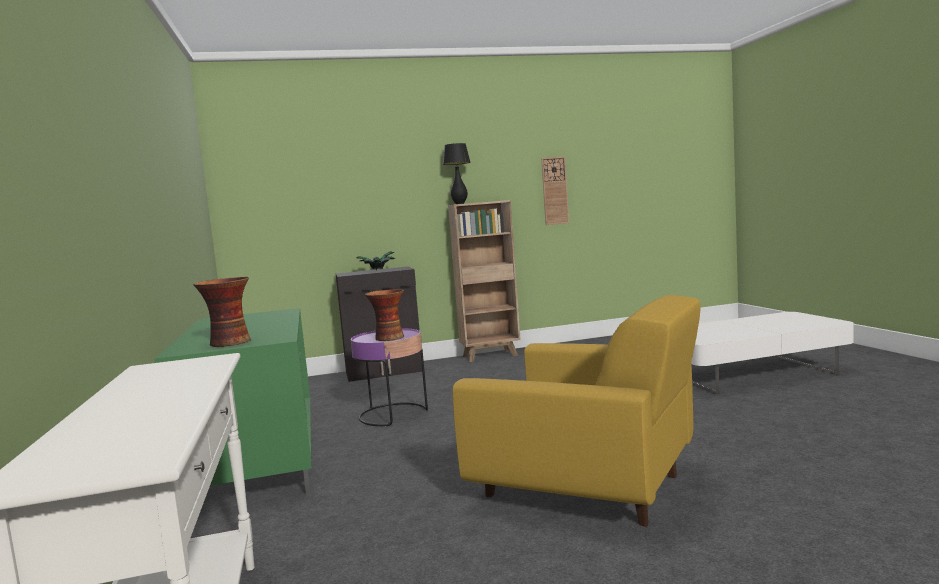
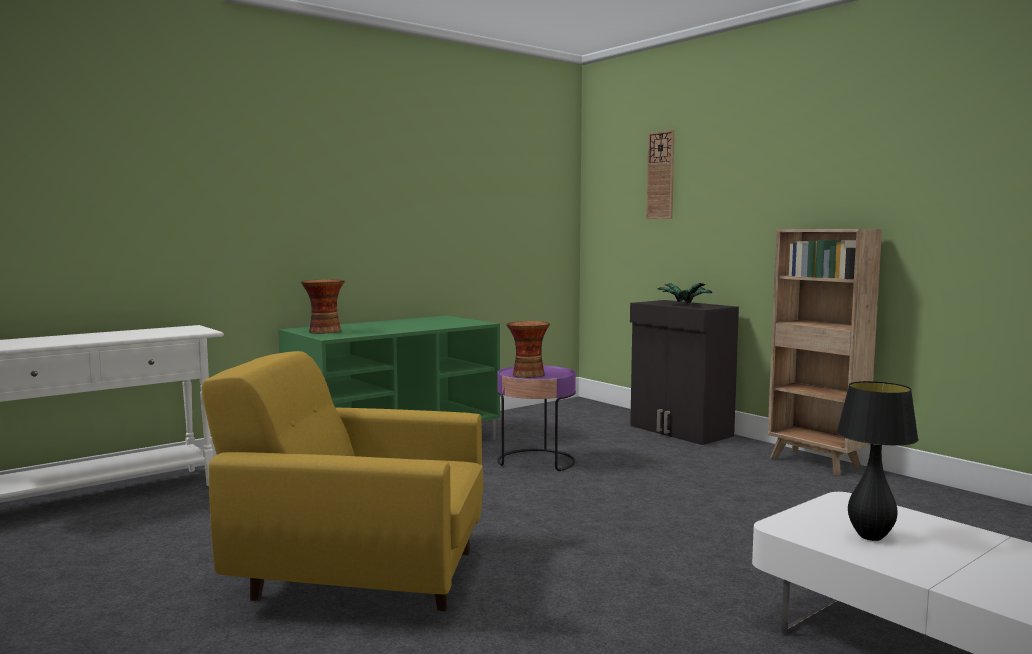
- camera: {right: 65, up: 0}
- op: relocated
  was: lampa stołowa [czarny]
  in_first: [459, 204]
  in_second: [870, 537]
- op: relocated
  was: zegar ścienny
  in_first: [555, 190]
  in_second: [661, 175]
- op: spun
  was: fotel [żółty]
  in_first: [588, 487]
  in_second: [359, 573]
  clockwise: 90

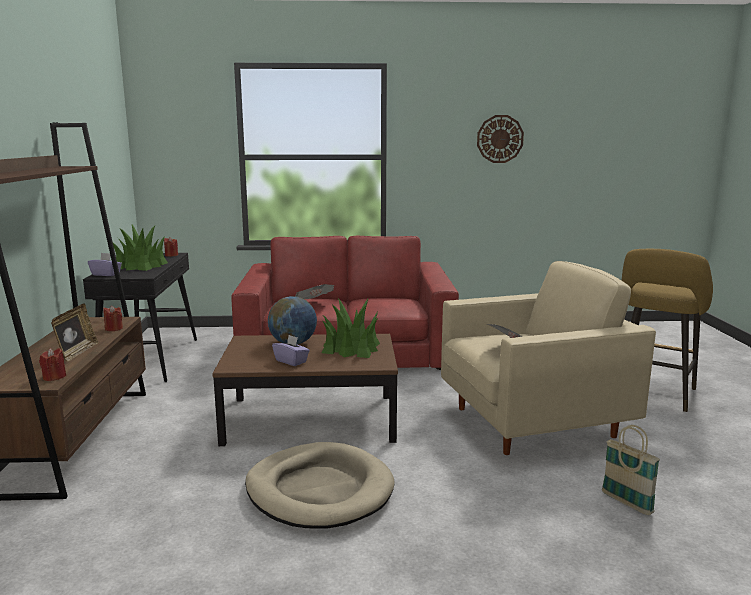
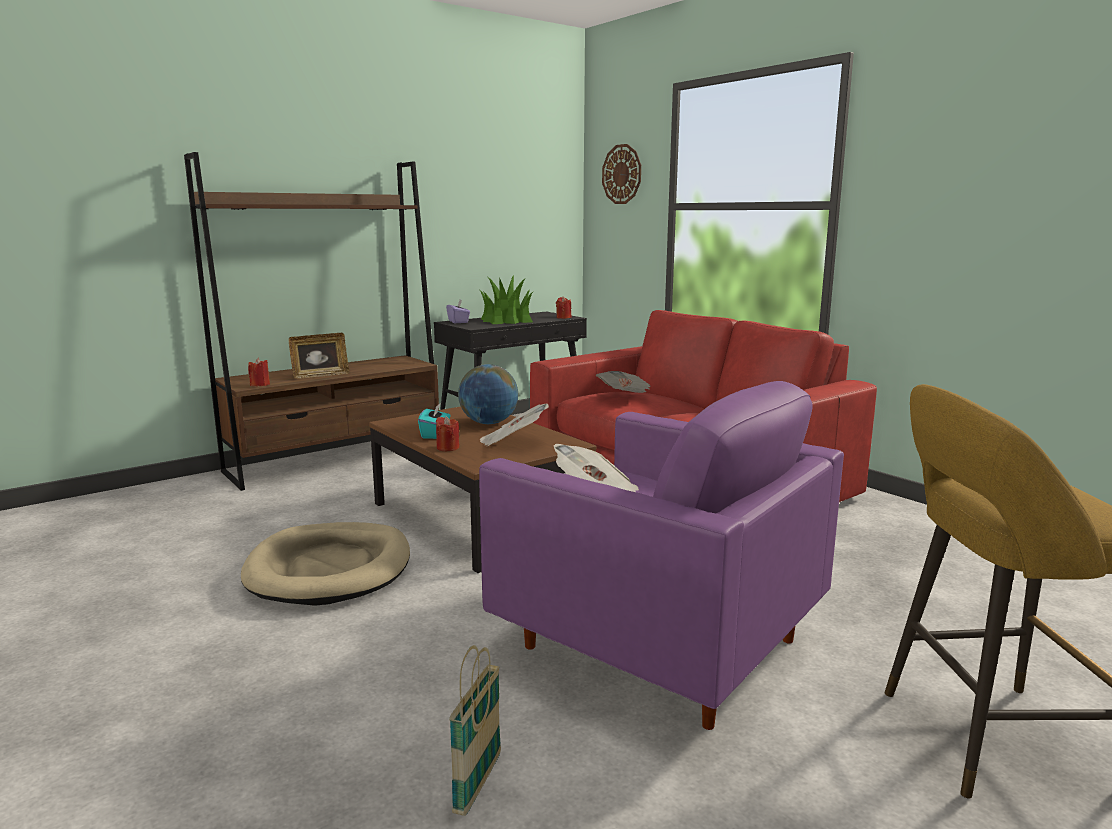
- camera: {right: 55, up: 0}
- op: relocated
  was: zegar ścienny
  in_first: [500, 139]
  in_second: [622, 174]
- op: colour
  was: fotel [beżowy]
  now: fotel [fioletowy]
  in_first: [532, 423]
  in_second: [656, 643]
- op: exchanged
  was: roślina doniczkowa
  now: gazeta
  in_first: [351, 348]
  in_second: [512, 443]
- op: relocated
  was: świeca [czerwony]
  in_first: [114, 328]
  in_second: [447, 448]
- op: colour
  was: pudełko chusteczek [fioletowy]
  now: pudełko chusteczek [turkusowy]
  in_first: [291, 361]
  in_second: [435, 434]

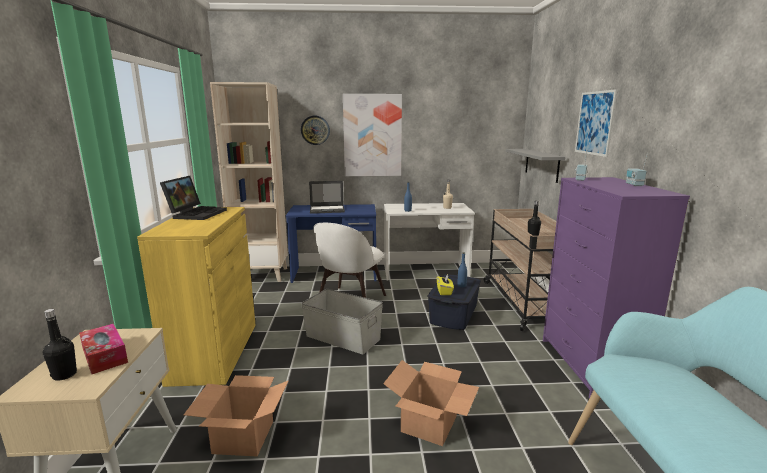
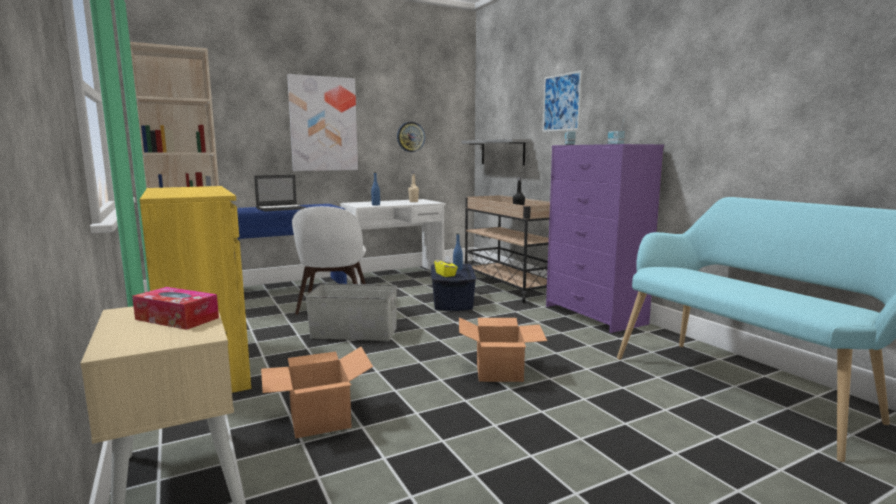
- camera: {right: -25, up: -5}
- op: relocated
  was: zegar ścienny
  in_first: [315, 130]
  in_second: [410, 137]
- op: missing
  was: laptop
  in_first: [196, 214]
- op: missing
  was: butelka [czarny]
  in_first: [64, 375]

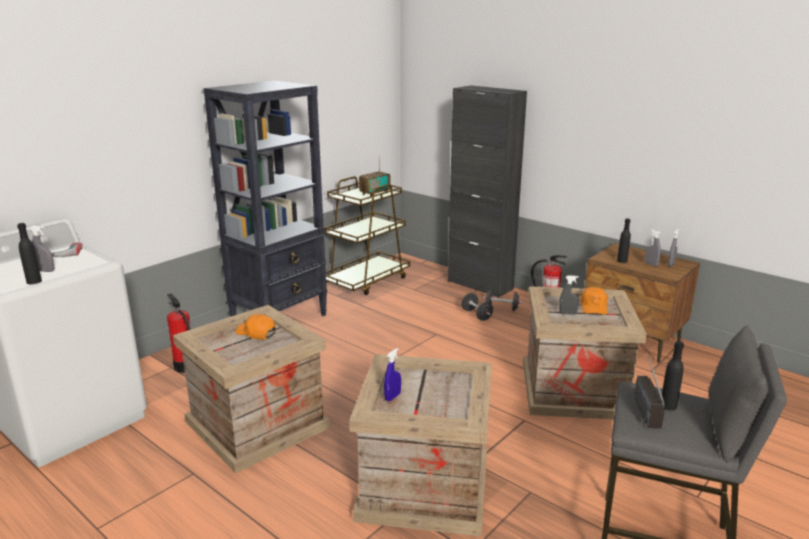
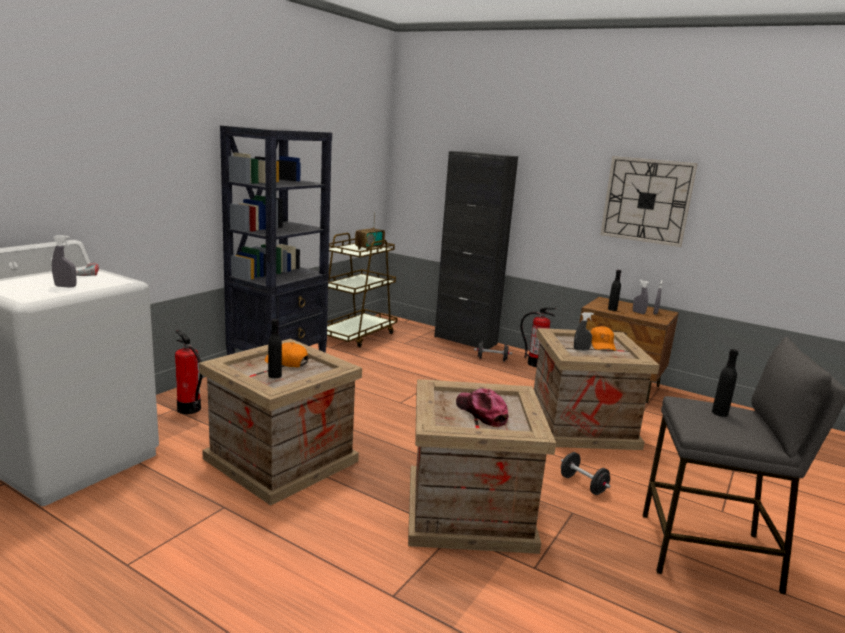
- camera: {right: -10, up: -5}
- op: relocated
  was: butelka [czarny]
  in_first: [34, 281]
  in_second: [275, 375]
- op: relocated
  was: hantel [czarny]
  in_first: [476, 315]
  in_second: [583, 485]
- op: missing
  was: radio
  in_first: [641, 404]
- op: missing
  was: spryskiwacz [niebieski]
  in_first: [392, 397]
- op: appeared
  now: zegar ścienny
  in_second: [647, 200]
- op: appeared
  now: czapka z daszkiem
  in_second: [481, 413]

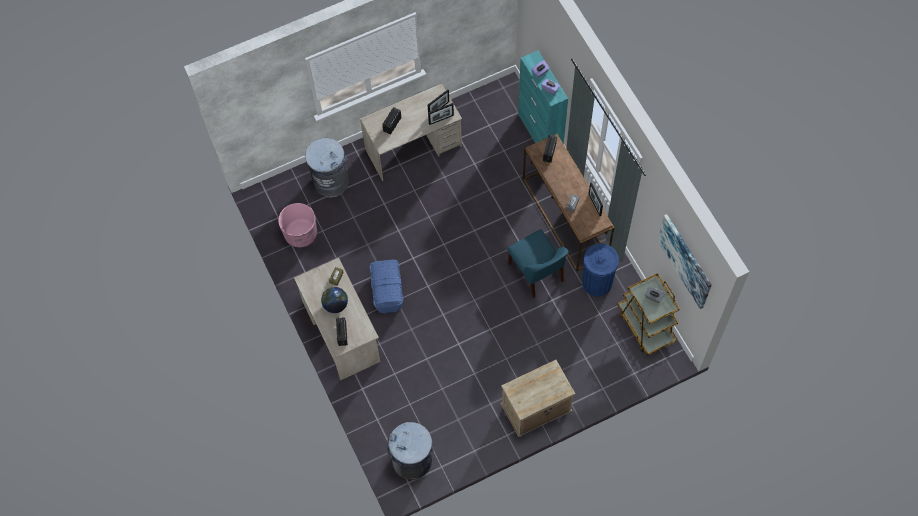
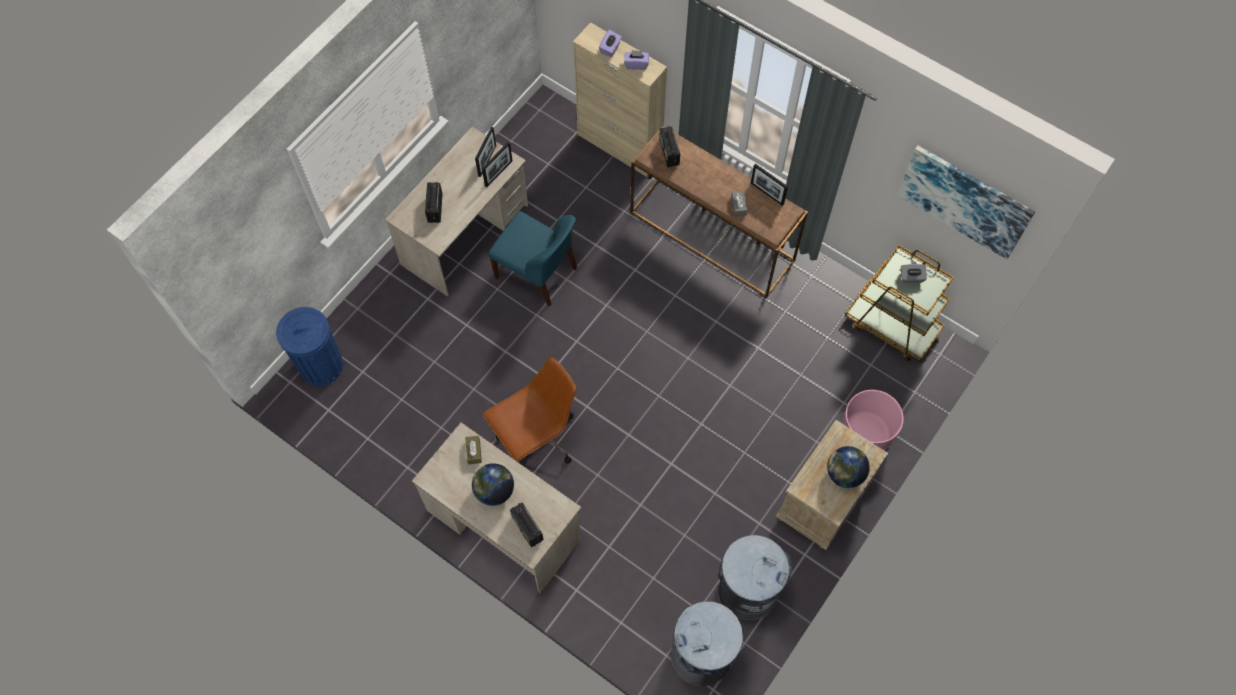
- camera: {right: -30, up: 0}
- op: colour
  was: szafka [turkusowy]
  now: szafka [beżowy]
  in_first: [540, 134]
  in_second: [619, 147]
- op: relocated
  was: kosz na śmieci [szary]
  in_first: [331, 181]
  in_second: [747, 590]
- op: relocated
  was: donica [różowy]
  in_first: [301, 234]
  in_second: [865, 434]
- op: relocated
  was: krzesło [niebieski]
  in_first: [536, 273]
  in_second: [537, 273]
- op: relocated
  was: kosz na śmieci [niebieski]
  in_first: [596, 282]
  in_second: [321, 365]
- op: exchanged
  was: pojemnik do przechowywania [niebieski]
  now: krzesło biurowe [brązowy]
  in_first: [387, 291]
  in_second: [537, 439]
- op: appeared
  now: globus
  in_second: [844, 474]

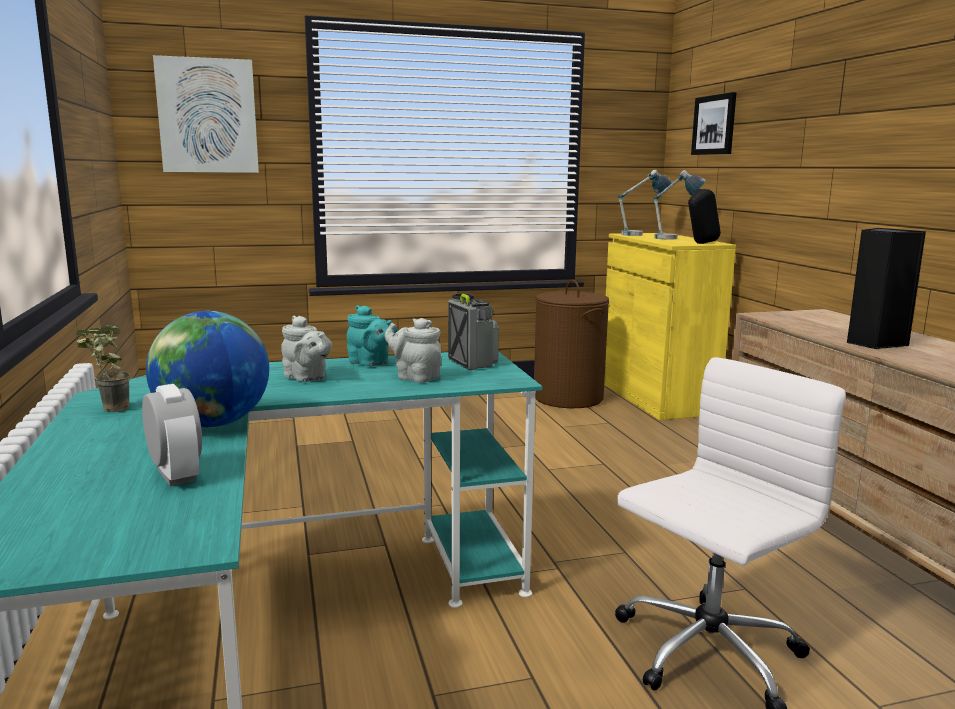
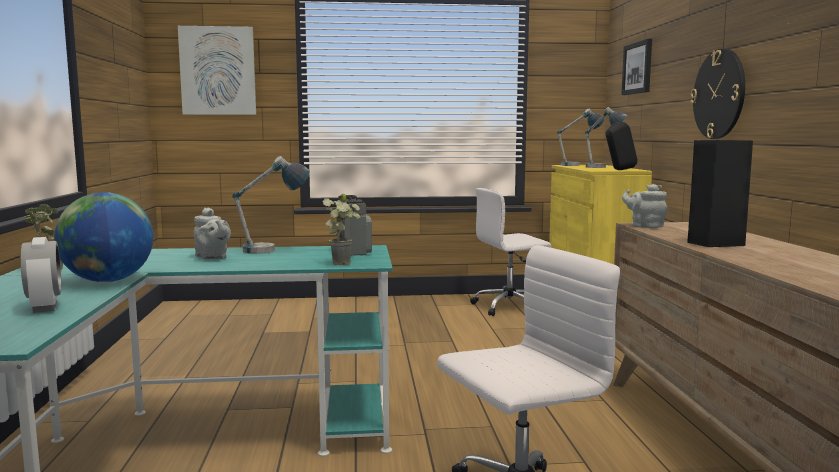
- camera: {right: 10, up: -5}
- op: exchanged
  was: kosz na pranie [brązowy]
  now: krzesło biurowe [biały]
  in_first: [567, 398]
  in_second: [510, 307]
- op: exchanged
  was: imbryk [turkusowy]
  now: lampa stołowa
  in_first: [371, 363]
  in_second: [273, 250]
- op: relocated
  was: imbryk [szary]
  in_first: [415, 377]
  in_second: [645, 226]
- op: appeared
  now: zegar ścienny
  in_second: [719, 94]
- op: appeared
  now: roślina doniczkowa
  in_second: [344, 263]

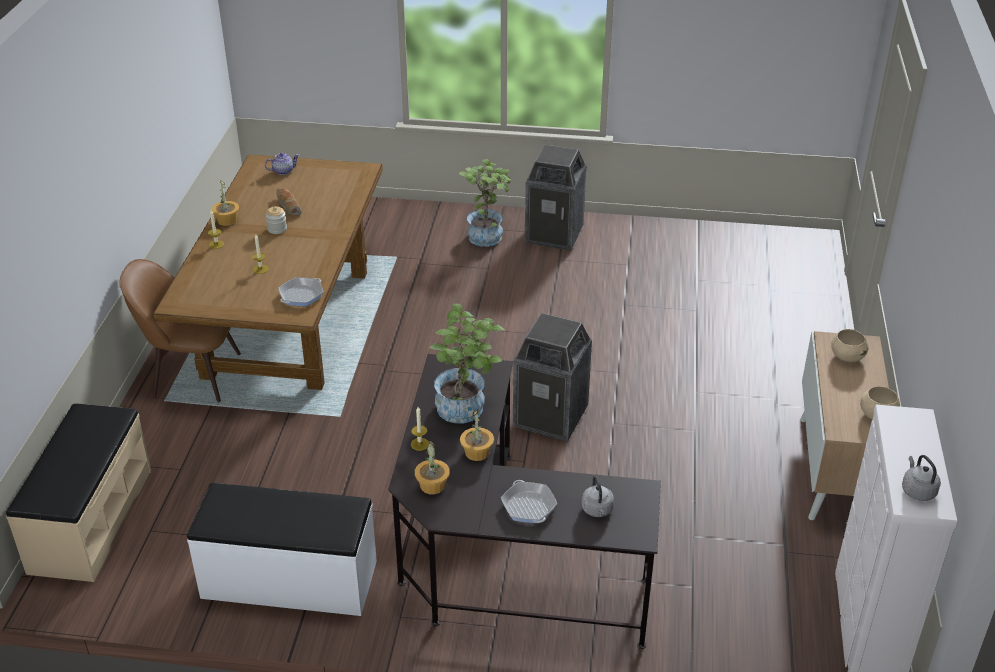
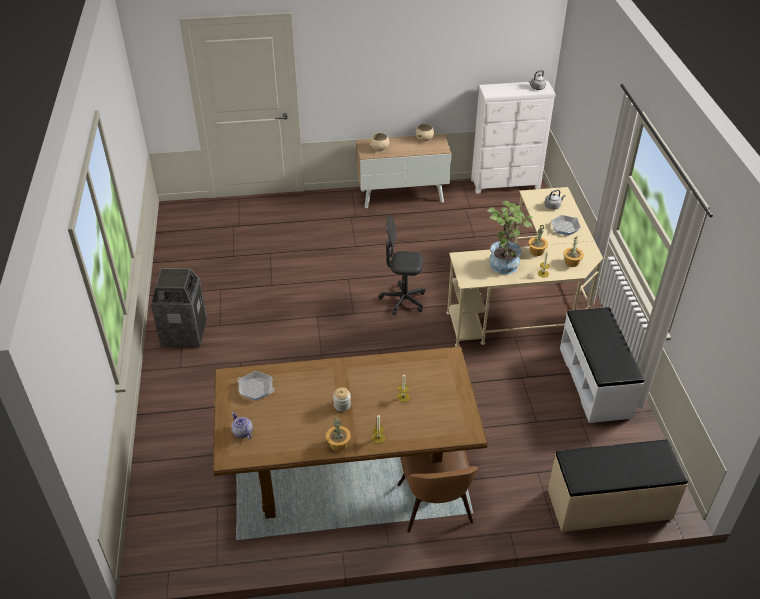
- camera: {right: -105, up: 5}
- op: missing
  was: roślina doniczkowa
  in_first: [487, 234]
- op: missing
  was: chleb
  in_first: [288, 206]
- op: relocated
  was: patelnia
  in_first: [301, 295]
  in_second: [256, 388]
- op: exchanged
  was: kosz na śmieci
  now: krzesło biurowe [szary]
  in_first: [551, 417]
  in_second: [403, 300]
- op: colour
  was: biurko [czarny]
  now: biurko [beżowy]
  in_first: [499, 557]
  in_second: [528, 301]

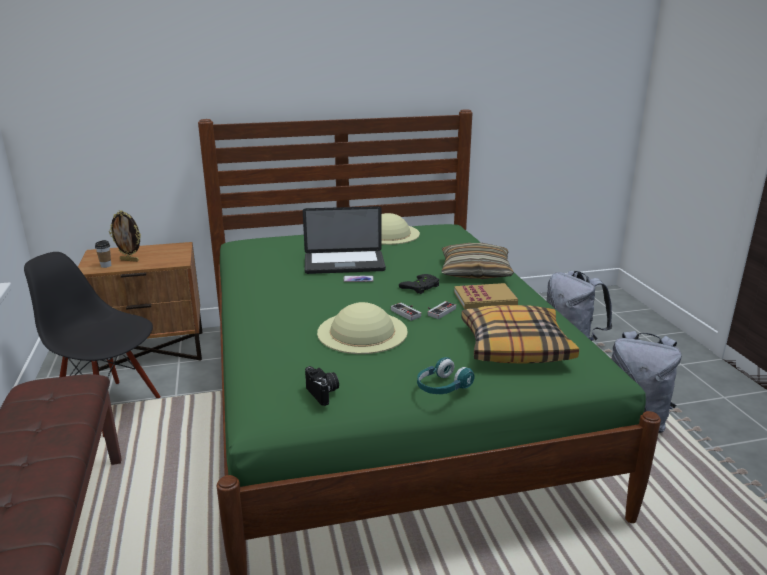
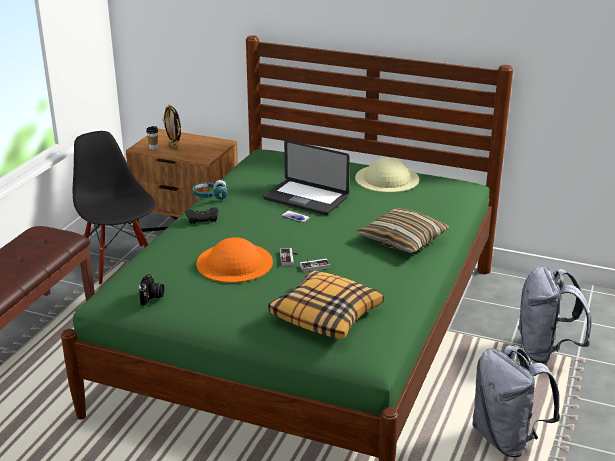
- camera: {right: 35, up: 5}
- op: relocated
  was: pad do gier [czarny]
  in_first: [421, 287]
  in_second: [202, 218]
- op: missing
  was: książka
  in_first: [485, 299]
- op: colour
  was: kapelusz [beżowy]
  now: kapelusz [pomarańczowy]
  in_first: [362, 332]
  in_second: [234, 262]
- op: relocated
  was: słuchawki [turkusowy]
  in_first: [442, 387]
  in_second: [210, 196]

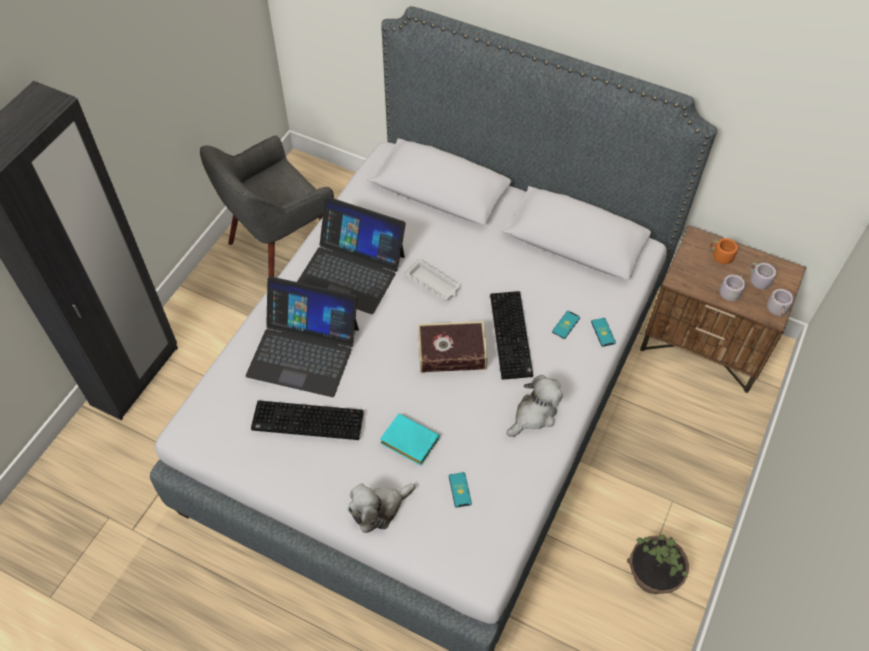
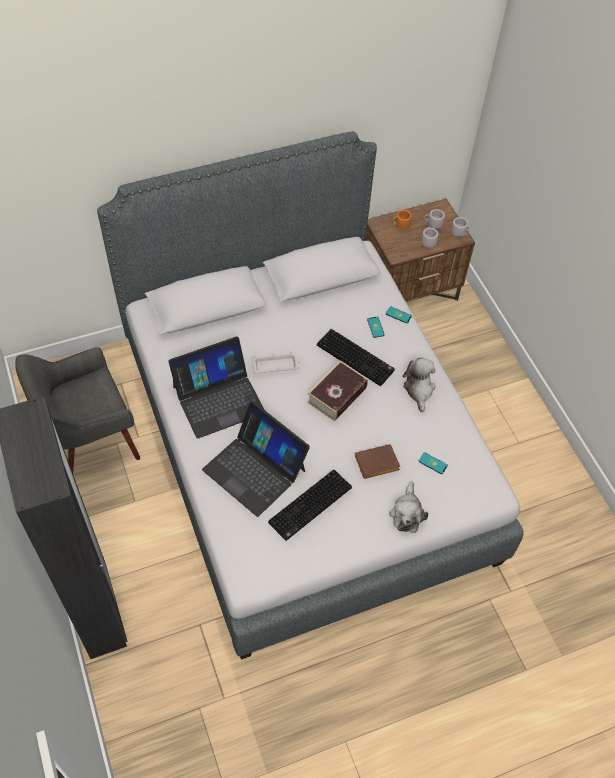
- camera: {right: -50, up: 0}
- op: spun
  was: fotel [szary]
  in_first: [280, 247]
  in_second: [90, 442]
  clockwise: 60
- op: spun
  was: laptop
  in_first: [304, 351]
  in_second: [255, 469]
  clockwise: 75
- op: colour
  was: książka [turkusowy]
  now: książka [brązowy]
  in_first: [407, 442]
  in_second: [376, 465]
- op: missing
  was: roślina doniczkowa
  in_first: [653, 574]

